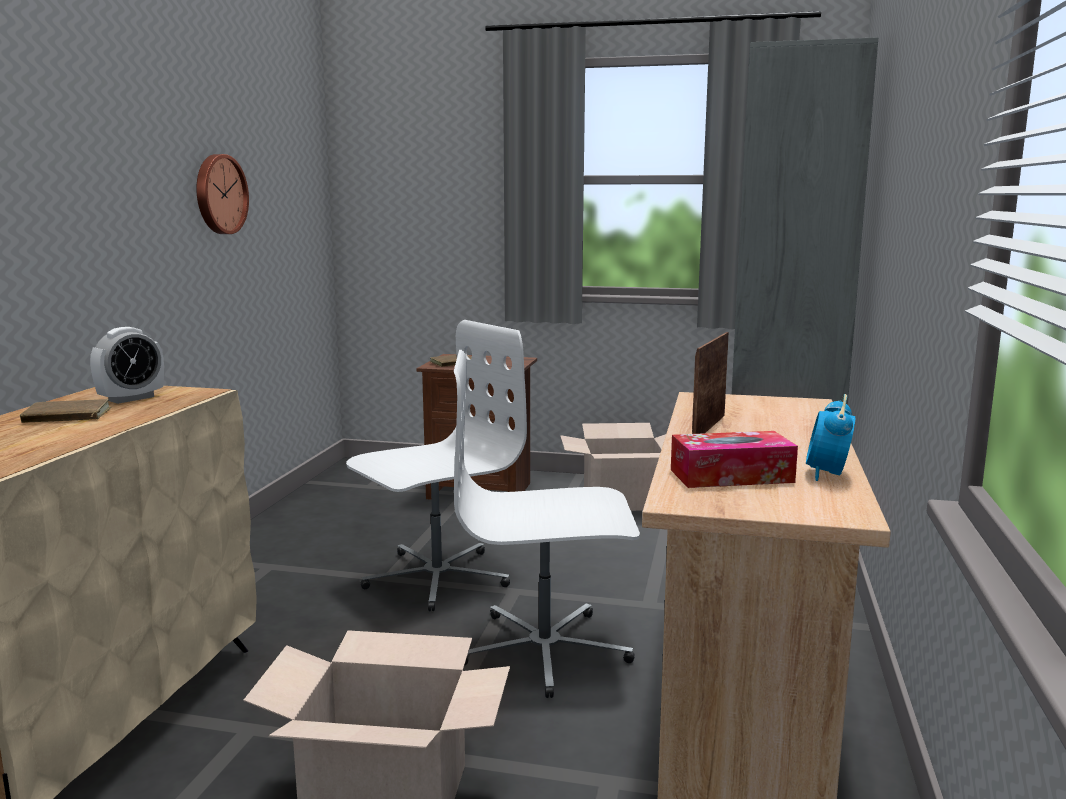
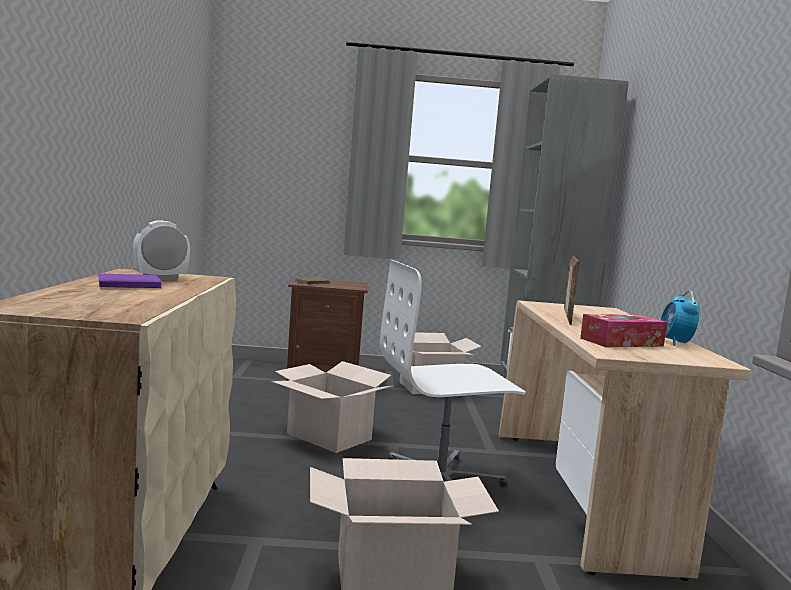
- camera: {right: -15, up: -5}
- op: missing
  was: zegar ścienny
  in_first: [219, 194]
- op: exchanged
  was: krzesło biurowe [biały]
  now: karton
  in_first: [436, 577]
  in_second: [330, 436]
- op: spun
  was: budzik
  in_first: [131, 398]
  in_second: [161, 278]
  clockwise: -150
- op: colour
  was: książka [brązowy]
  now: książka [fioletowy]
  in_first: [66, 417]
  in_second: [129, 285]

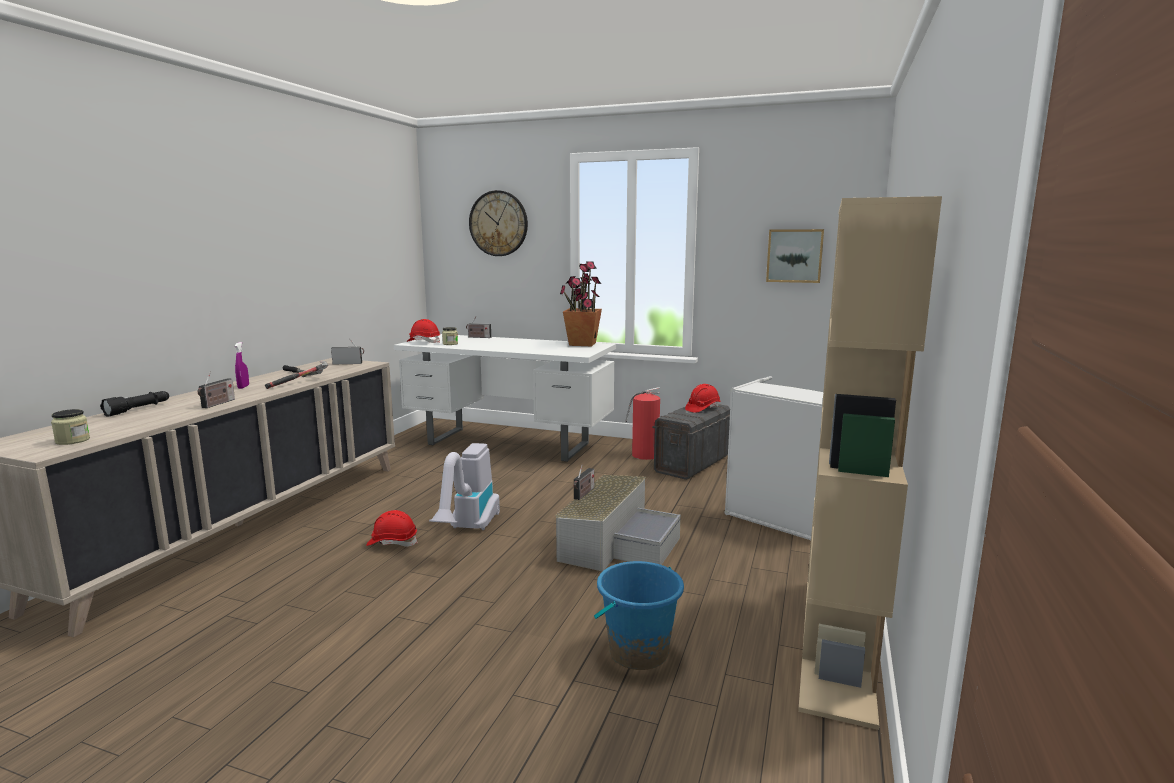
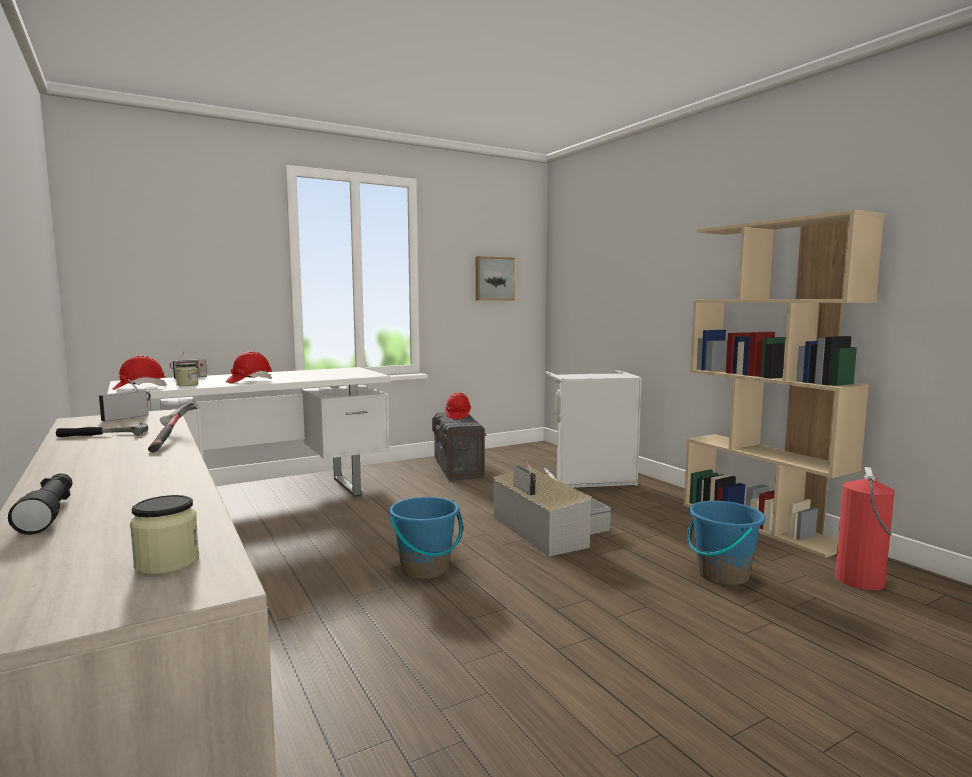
- camera: {right: -50, up: -5}
- op: missing
  was: zegar ścienny
  in_first: [498, 223]
- op: missing
  was: roślina doniczkowa
  in_first: [582, 344]
- op: missing
  was: spryskiwacz [fioletowy]
  in_first: [243, 387]
- op: missing
  was: radio
  in_first: [217, 404]
- op: relocated
  was: gaśnica
  in_first: [643, 455]
  in_second: [859, 581]
- op: exchanged
  was: odkurzacz
  now: wiadro [niebieski]
  in_first: [469, 529]
  in_second: [425, 569]
- op: relocated
  was: kask [czerwony]
  in_first: [392, 542]
  in_second: [249, 381]

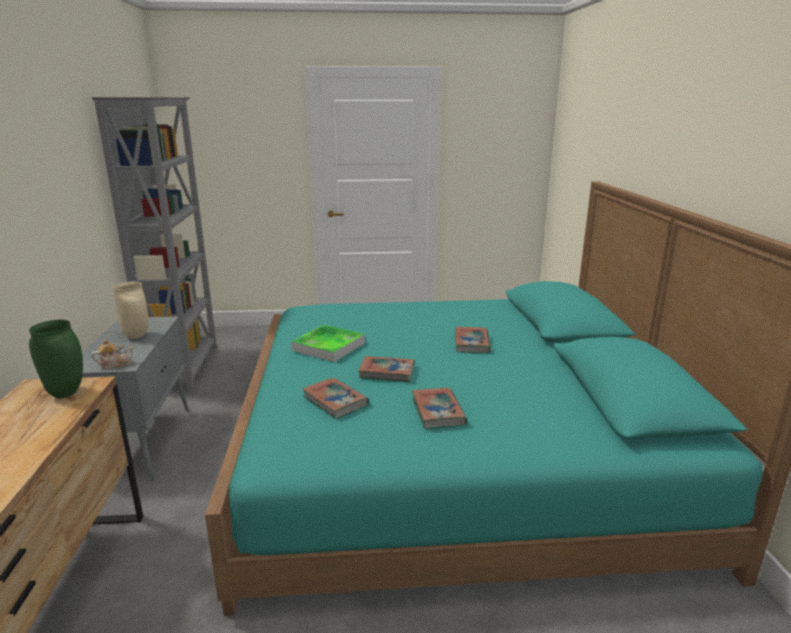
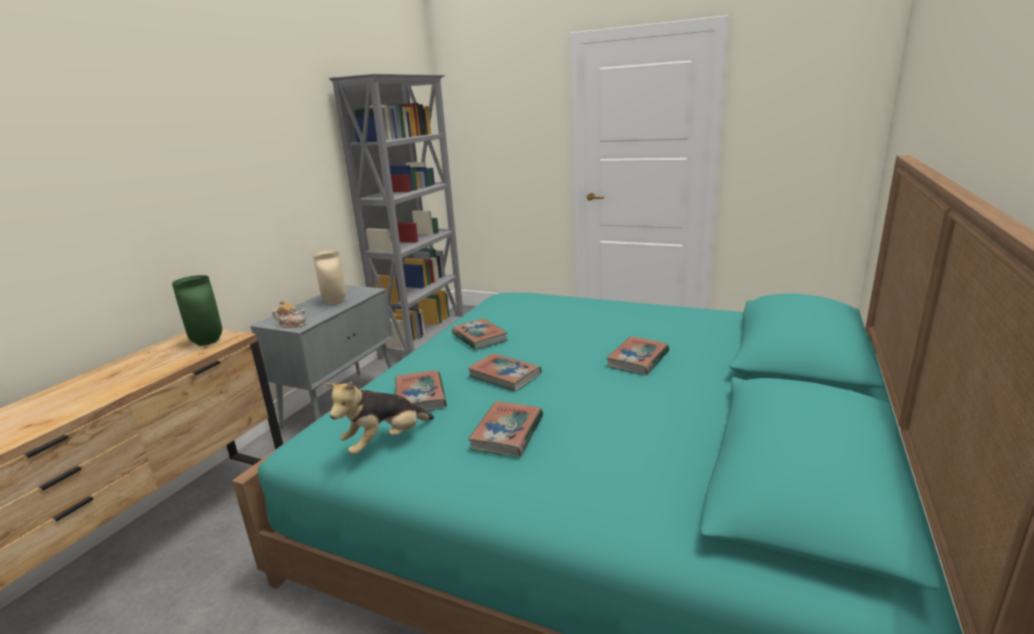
- camera: {right: 30, up: 0}
- op: exchanged
  was: taca
  now: książka
  in_first: [328, 347]
  in_second: [479, 338]
- op: appeared
  now: pluszak
  in_second: [385, 442]

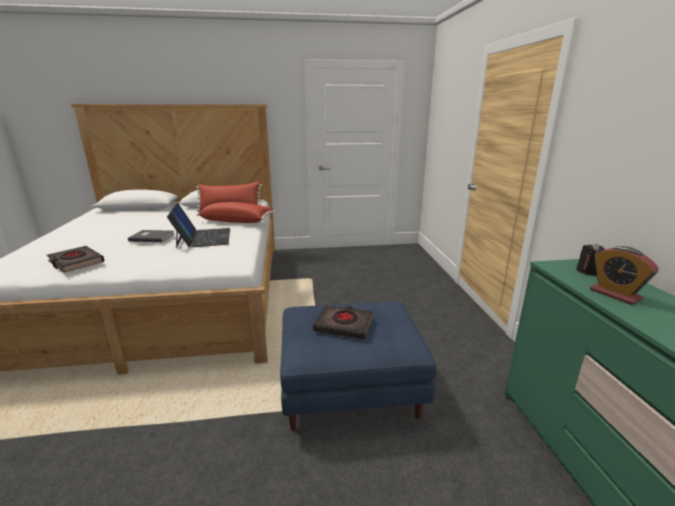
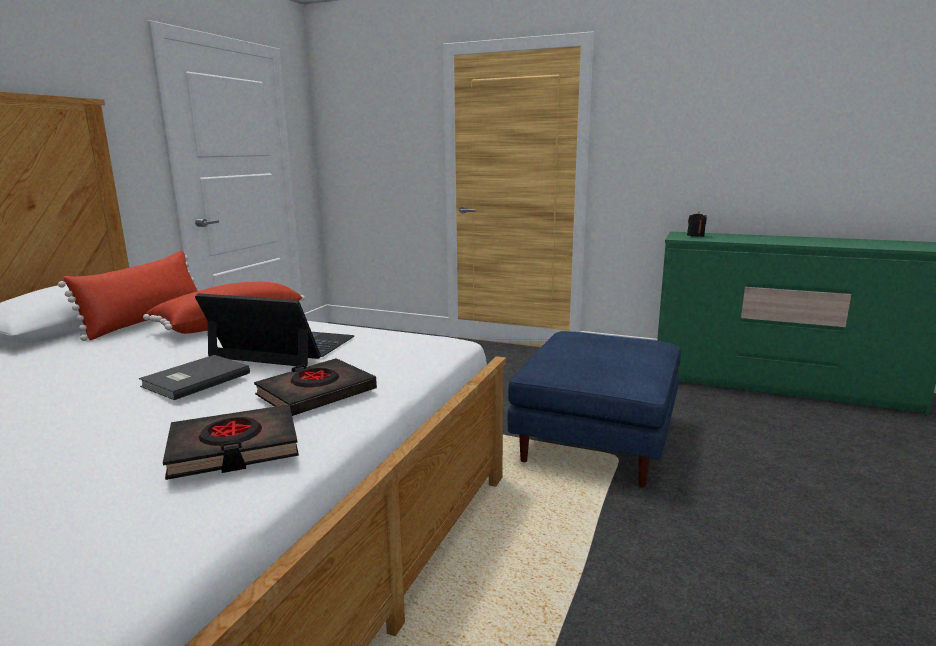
- camera: {right: -60, up: -5}
- op: missing
  was: budzik
  in_first: [615, 294]
- op: relocated
  was: książka [czarny]
  in_first: [344, 325]
  in_second: [316, 393]

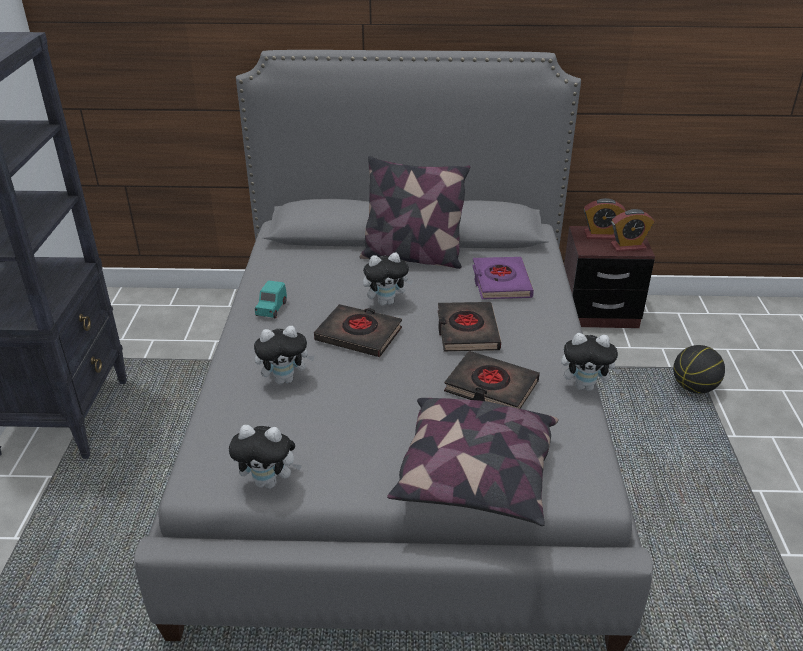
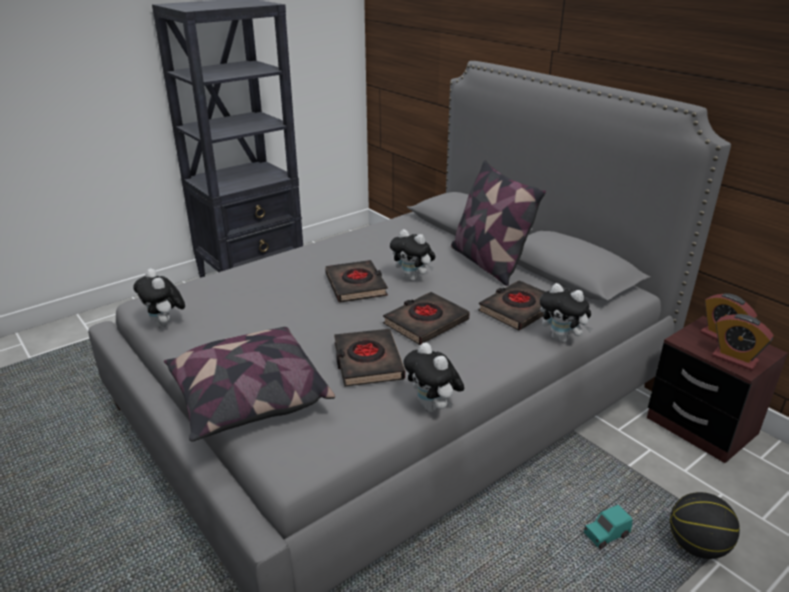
- camera: {right: 50, up: -5}
- op: colour
  was: książka [fioletowy]
  now: książka [czarny]
  in_first: [501, 282]
  in_second: [518, 309]
- op: relocated
  was: samochodzik [turkusowy]
  in_first: [271, 309]
  in_second: [605, 535]
- op: relocated
  was: pluszak
  in_first: [285, 379]
  in_second: [562, 338]

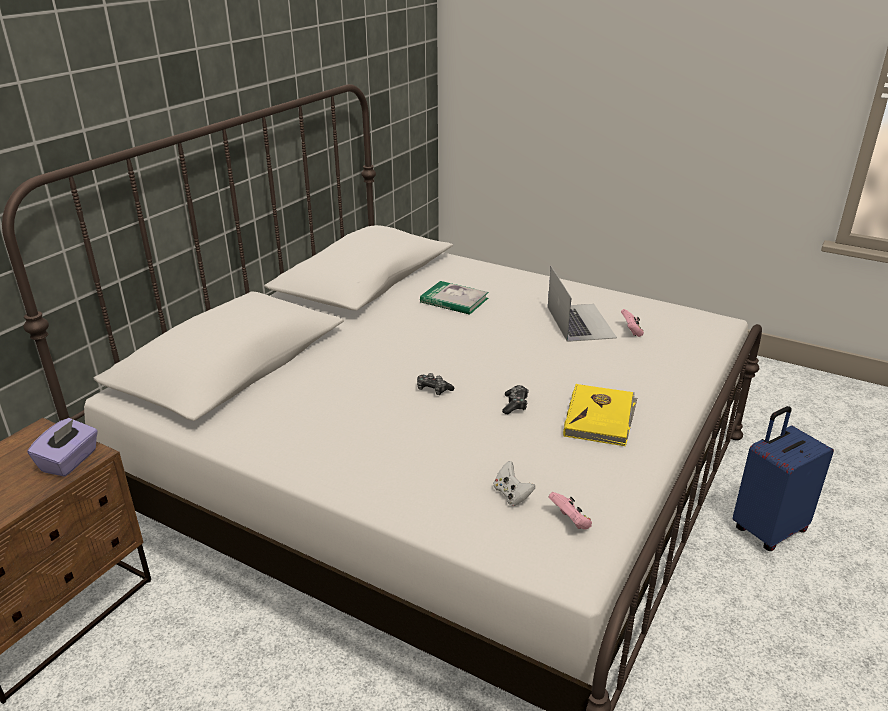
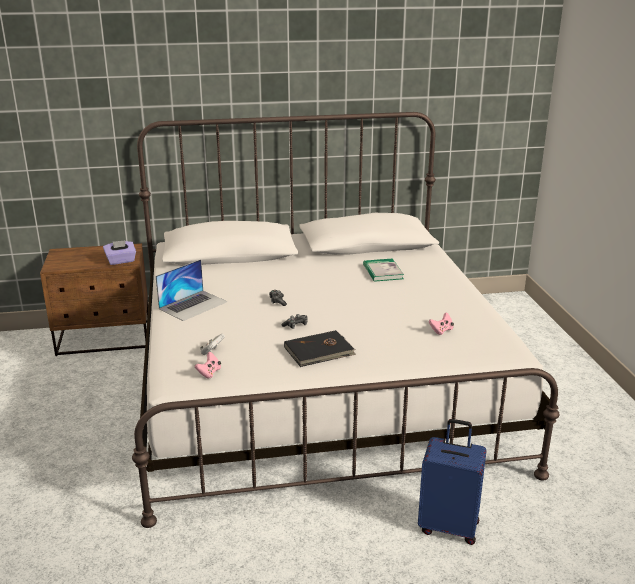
- camera: {right: 50, up: -5}
- op: relocated
  was: laptop
  in_first: [580, 322]
  in_second: [193, 305]
- op: colour
  was: książka [żółty]
  now: książka [czarny]
  in_first: [600, 417]
  in_second: [319, 351]

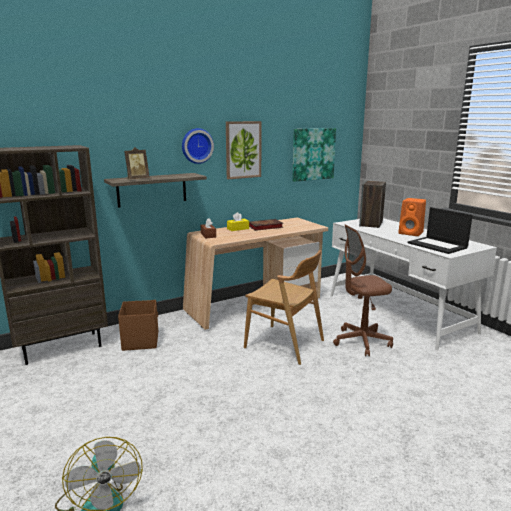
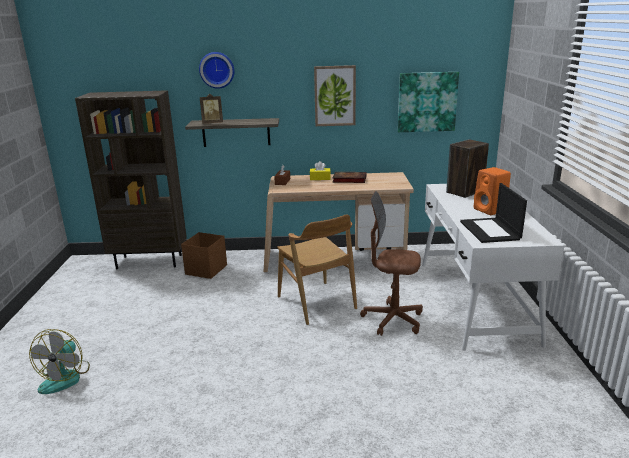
- camera: {right: 30, up: 5}
- op: relocated
  was: zegar ścienny
  in_first: [196, 146]
  in_second: [217, 70]

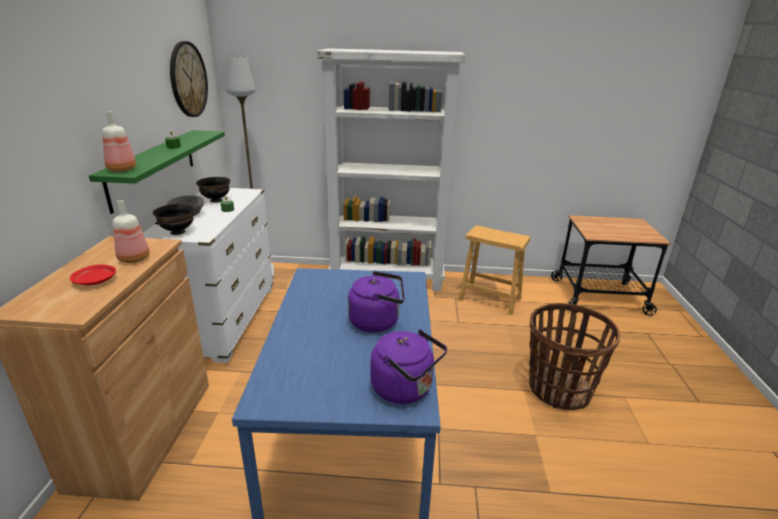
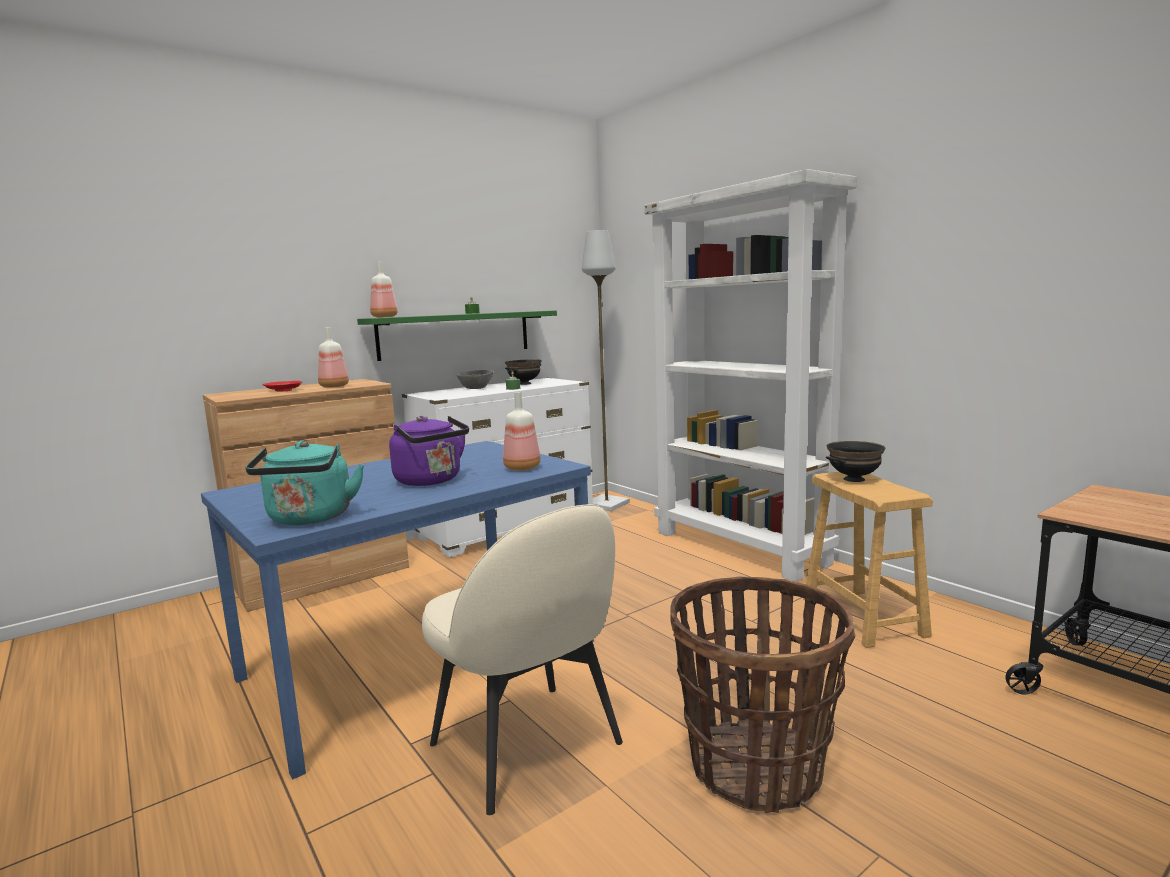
- camera: {right: 50, up: -15}
- op: missing
  was: zegar ścienny
  in_first: [188, 80]
- op: relocated
  was: miska [czarny]
  in_first: [177, 232]
  in_second: [853, 479]
- op: colour
  was: czajnik [fioletowy]
  now: czajnik [turkusowy]
  in_first: [405, 389]
  in_second: [310, 519]
- op: appeared
  now: butelka
  in_second: [523, 468]
- op: appeared
  now: krzesło [beżowy]
  in_second: [528, 746]

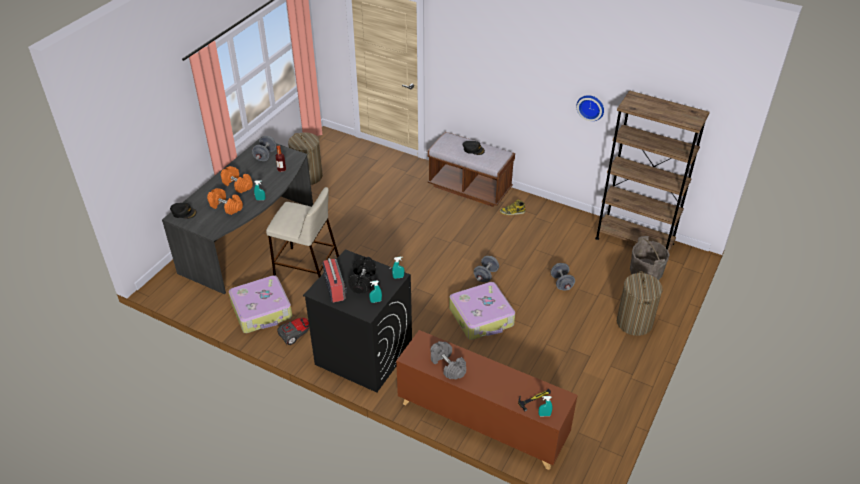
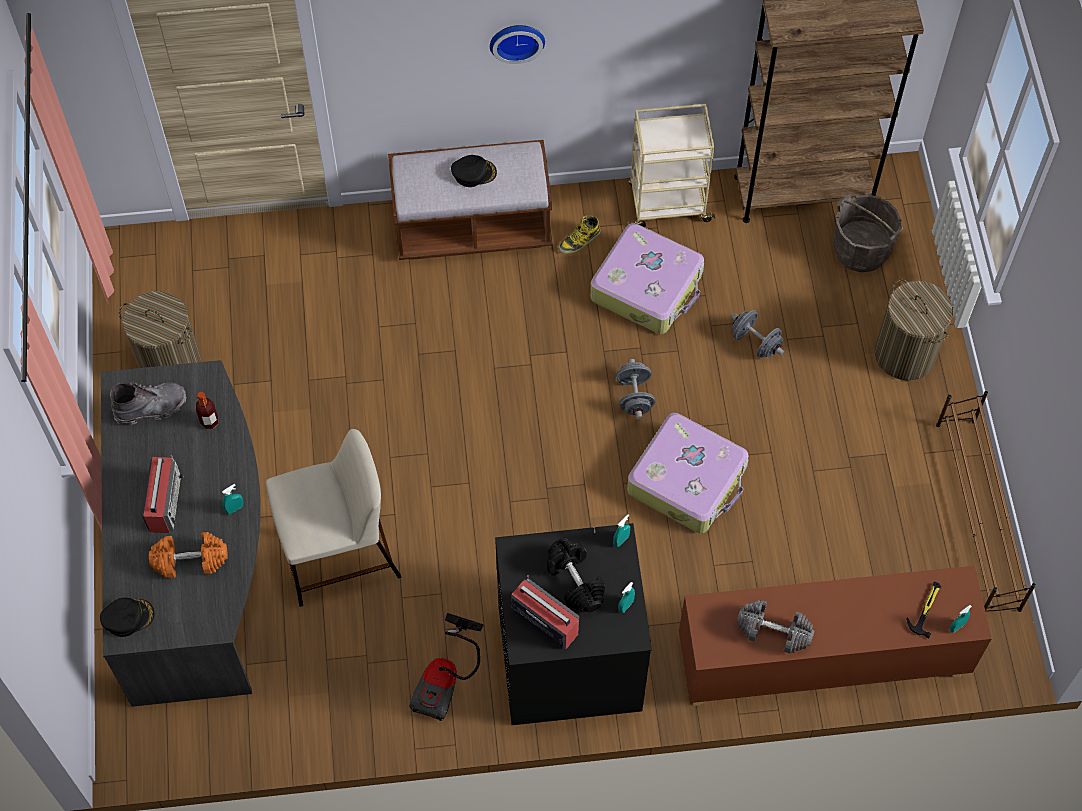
- camera: {right: -35, up: 20}
- op: relocated
  was: zegar ścienny
  in_first: [591, 107]
  in_second: [516, 40]
- op: exchanged
  was: hantel [szary]
  now: but z cholewką [szary]
  in_first: [265, 155]
  in_second: [151, 408]
- op: exchanged
  was: hantel [pomarańczowy]
  now: radio
  in_first: [238, 185]
  in_second: [165, 502]
- op: relocated
  was: walizka
  in_first: [262, 311]
  in_second: [647, 287]
- op: appeared
  now: wózek [beżowy]
  in_second: [668, 204]
- op: appeared
  now: regał na buty [brązowy]
  in_second: [977, 516]

